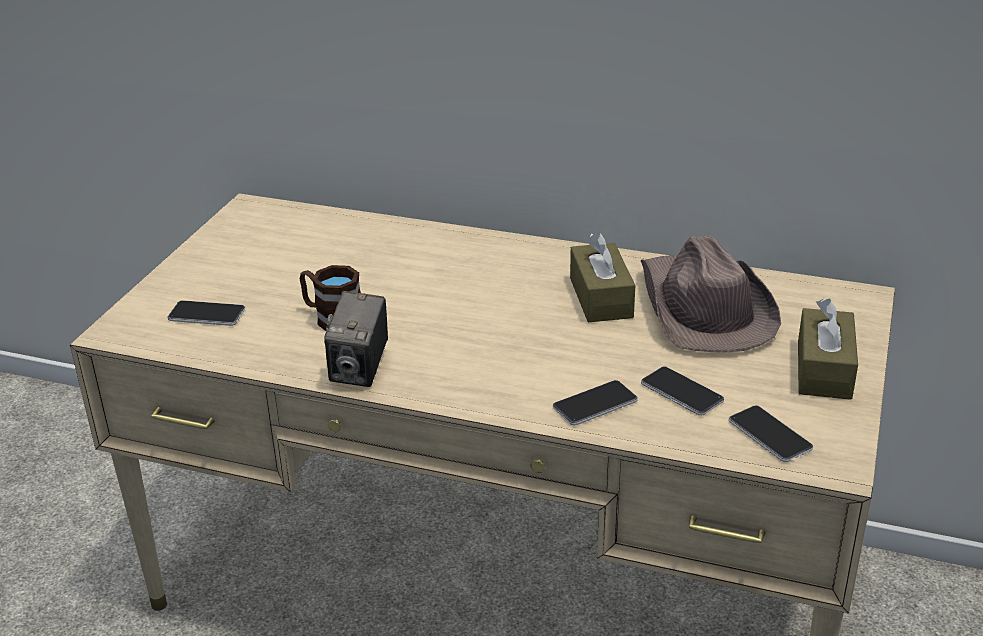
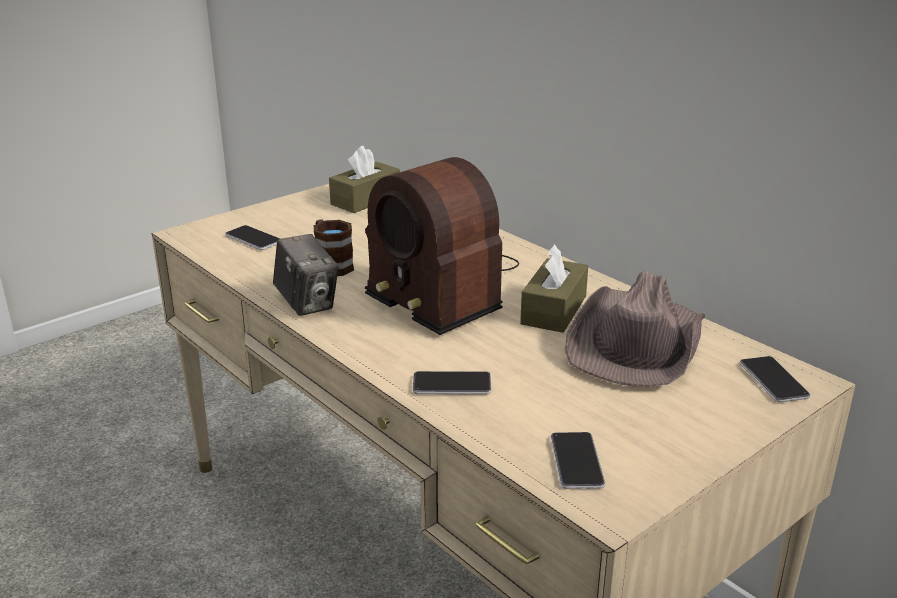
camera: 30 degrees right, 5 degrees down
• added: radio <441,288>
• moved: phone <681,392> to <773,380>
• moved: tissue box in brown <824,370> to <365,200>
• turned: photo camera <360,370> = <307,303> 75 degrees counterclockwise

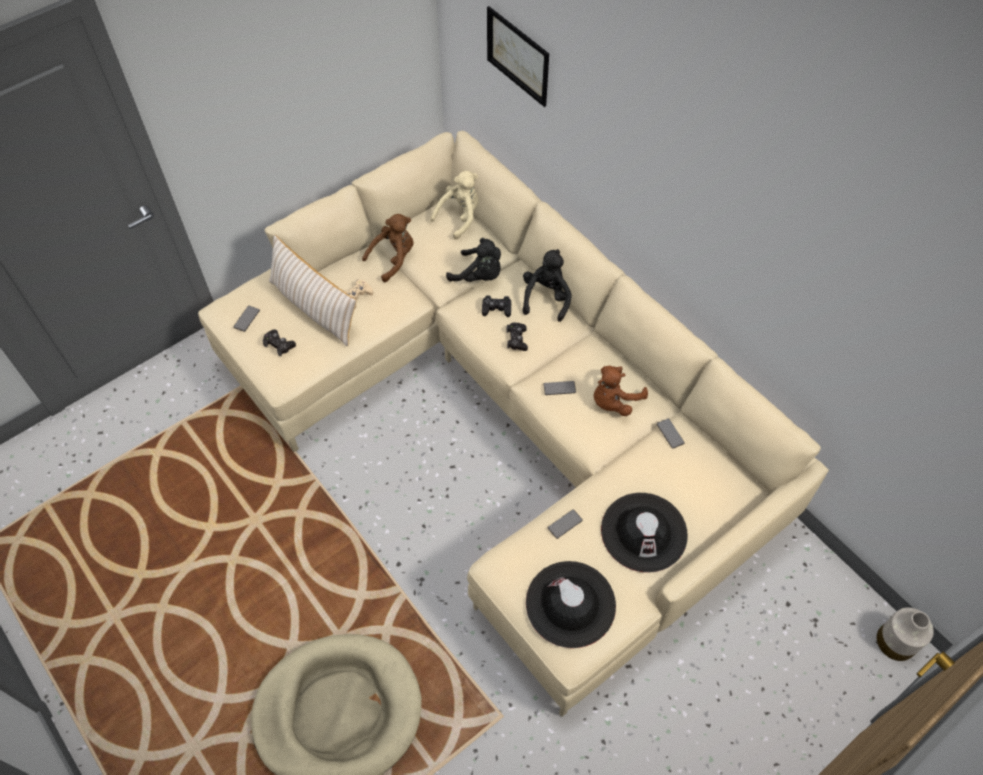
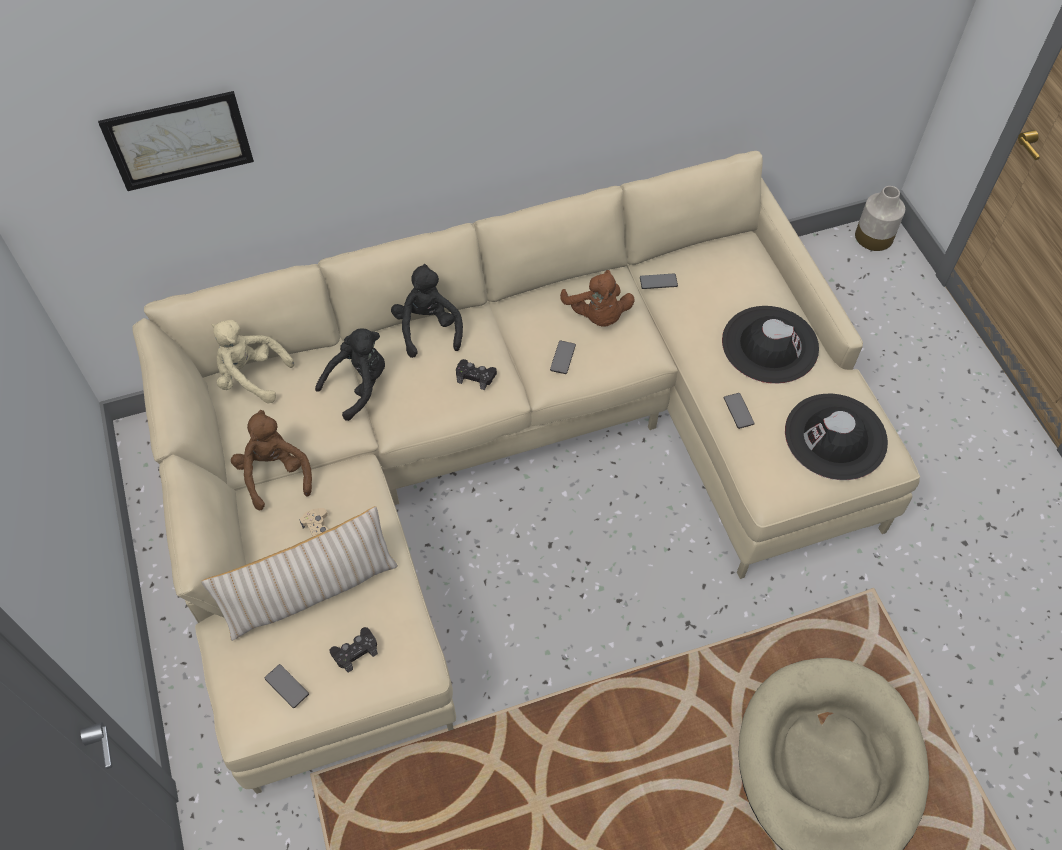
camera: 70 degrees left, 0 degrees up
• removed: game controller in black <496,308>
• turned: plush toy in beige <460,217> = <251,376> 45 degrees counterclockwise
• turned: plush toy in black <546,298> = <428,328> 45 degrees clockwise

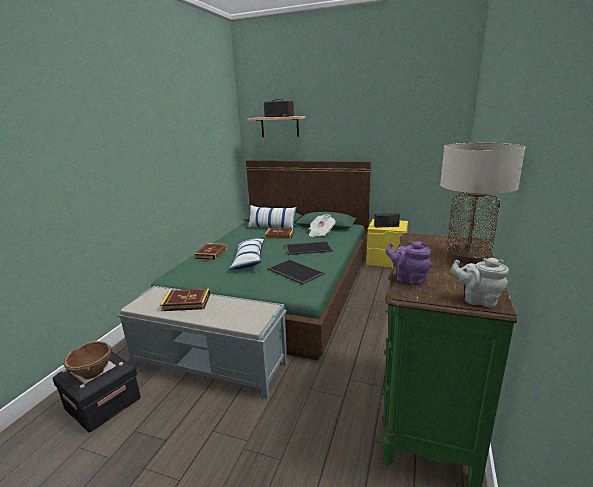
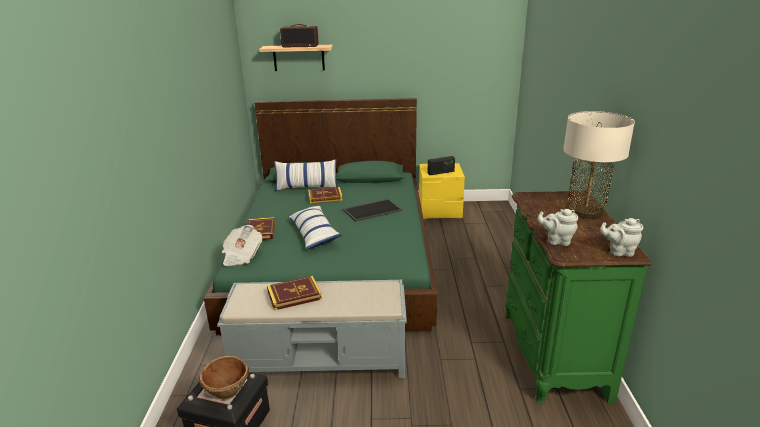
camera: 20 degrees left, 5 degrees up
• removed: tray <294,272>
• moved: newspaper <320,233> to <241,256>
• recoloured: teapot in purple <408,279> to teapot in grey <556,241>

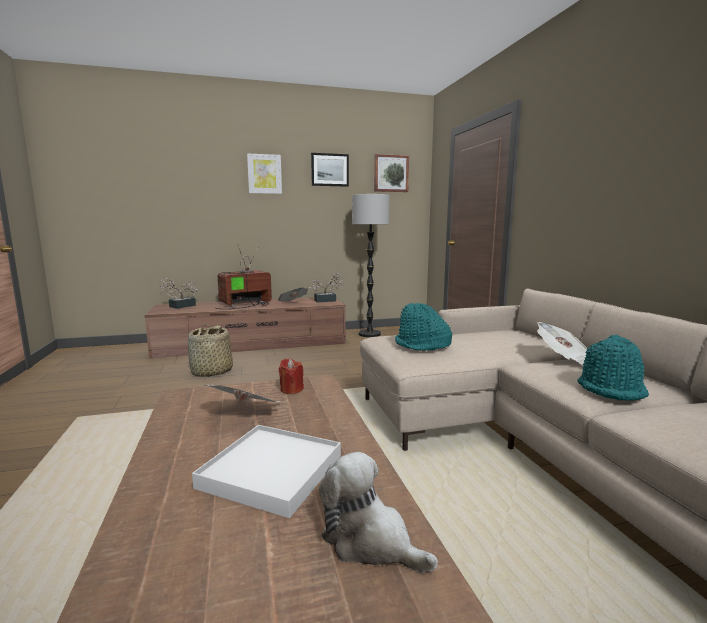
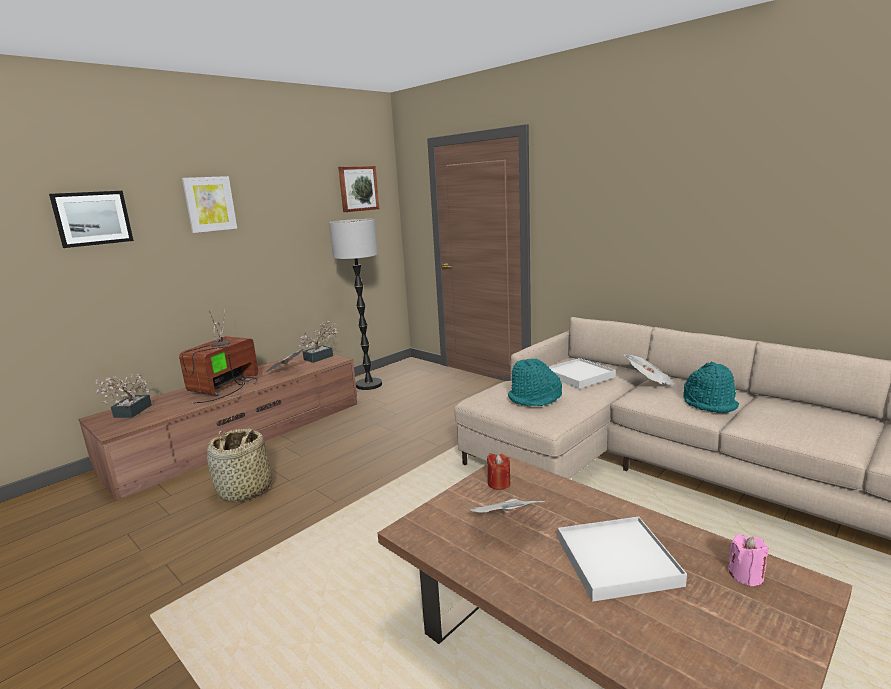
camera: 30 degrees left, 5 degrees up
• added: tray in white <579,376>
• moved: picture <329,170> to <92,218>
• replaced: plush toy <370,541> to candle in pink <746,575>

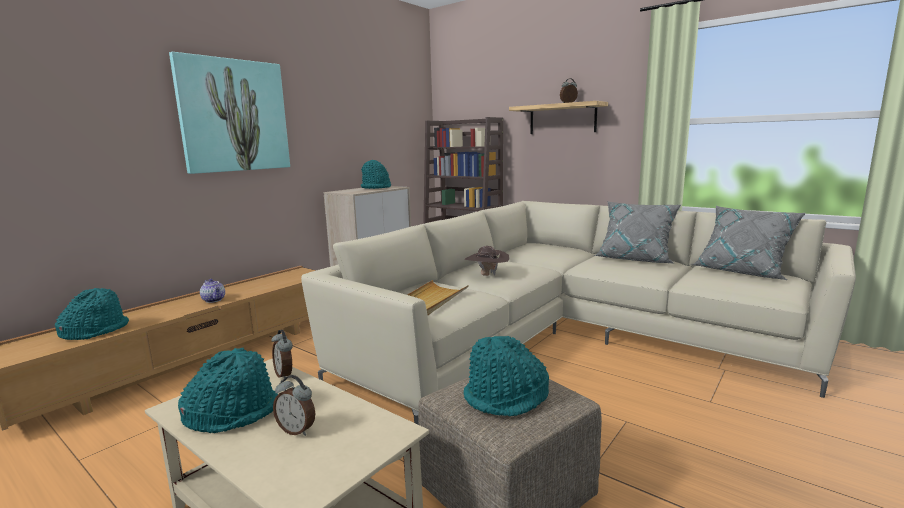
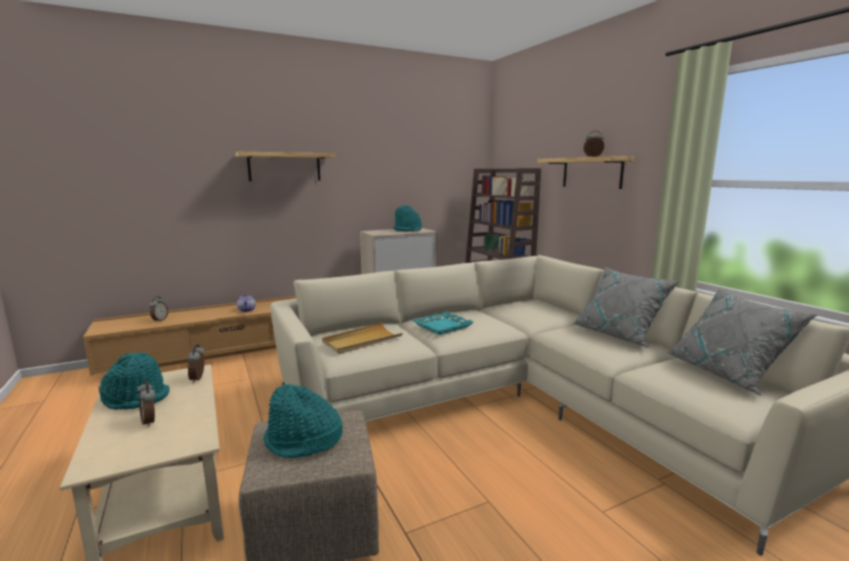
camera: 25 degrees right, 0 degrees up
• replaced: hat in turquoise <95,331> to alarm clock <159,320>
• replaced: picture <234,116> to shelf <284,167>
• replaced: hat in brown <487,275> to tray in turquoise <442,326>

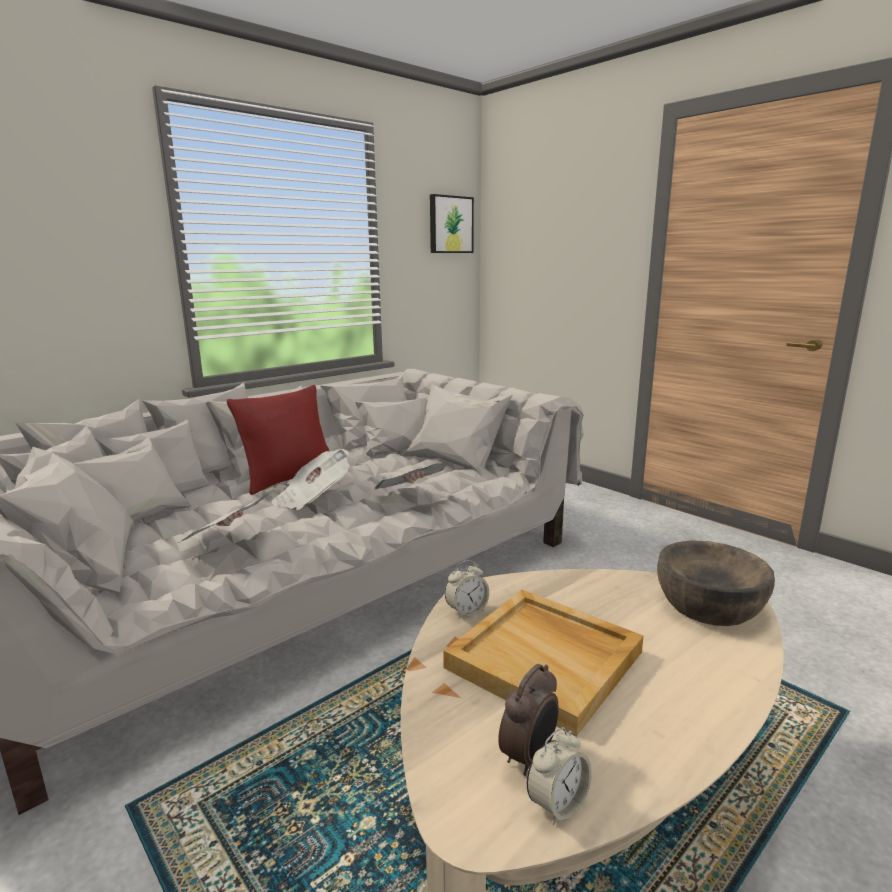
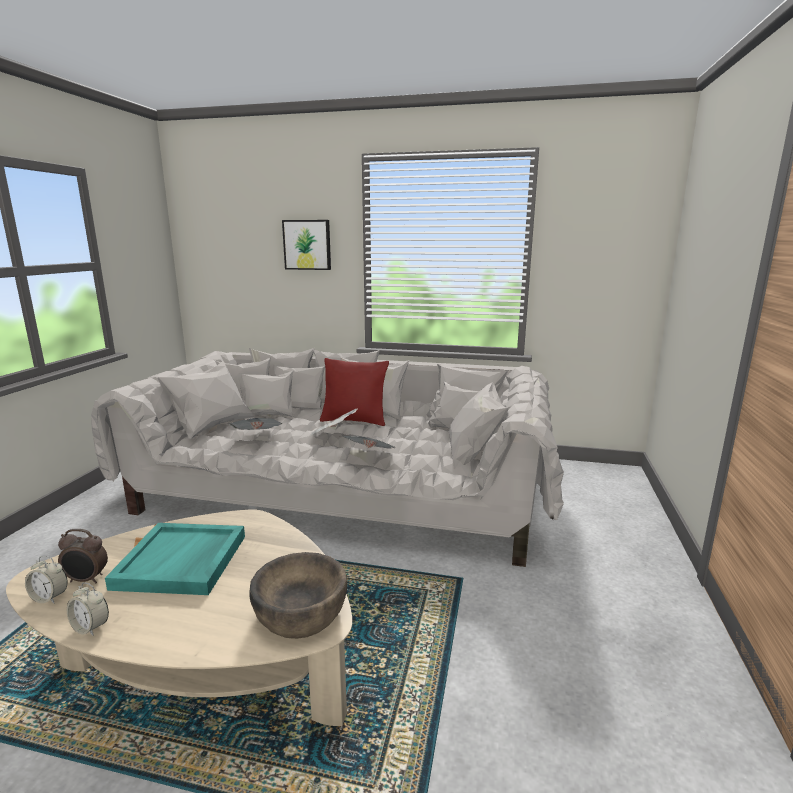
camera: 55 degrees right, 0 degrees up
• moved: picture <450,225> to <307,245>
• moved: alarm clock <466,611> to <91,627>
• recoloured: tray in beige <546,660> to tray in turquoise <182,562>

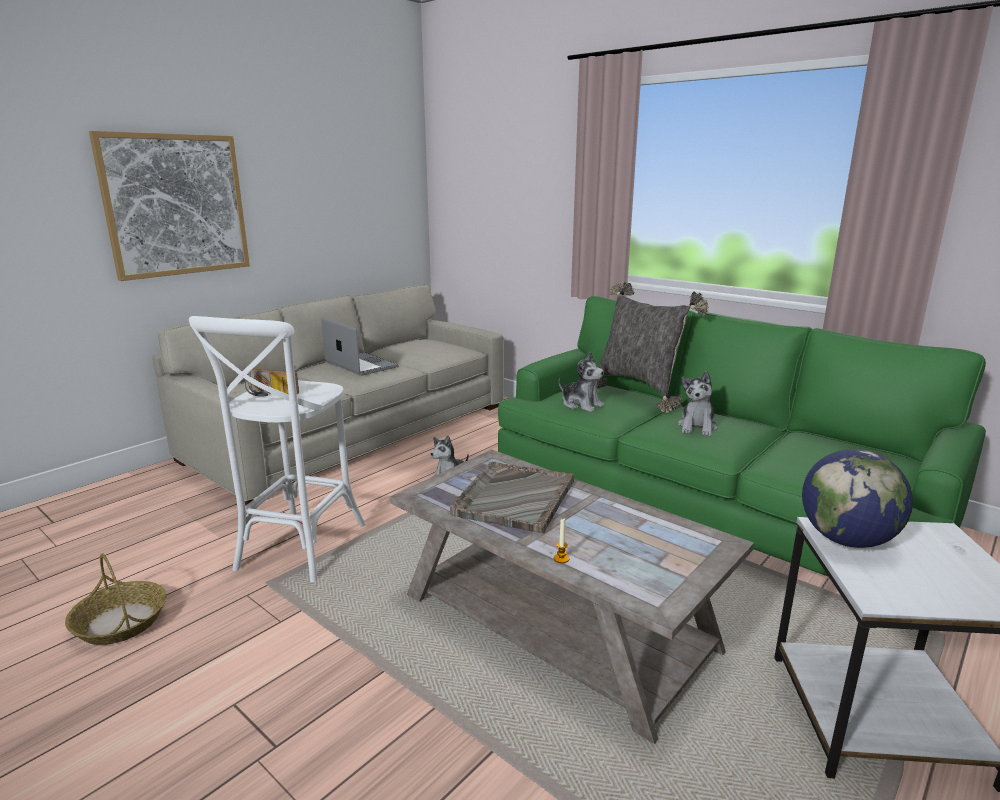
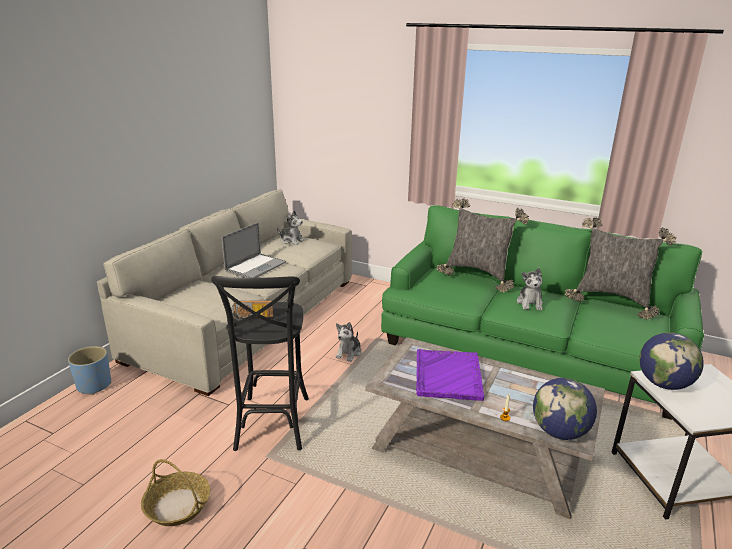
camera: 15 degrees left, 5 degrees up
• removed: picture <176,205>
• added: planter in blue <94,385>
• added: globe <559,432>
• added: pillow <611,305>
• moved: plush toy <581,405> to <291,241>
• recoloured: stool in white <298,549> to stool in black <271,426>
• recoloured: tray in grey <514,498> to tray in purple <448,376>
• turned: laptop <361,364> = <256,267> 90 degrees clockwise

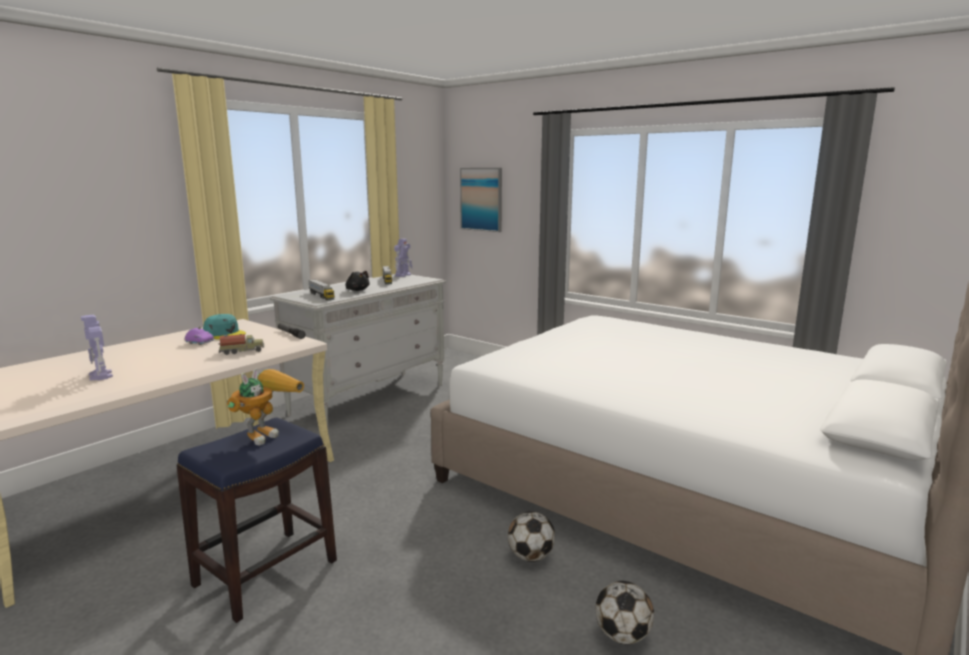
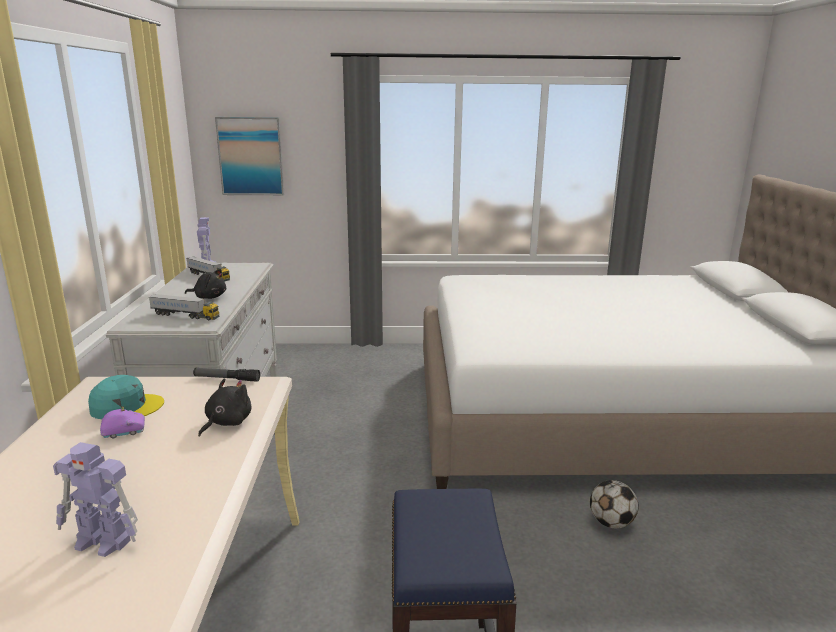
camera: 40 degrees left, 5 degrees up
• removed: toy robot <267,433>
• removed: football <622,635>
• replaced: toy truck <242,351> to plush toy in black <226,423>

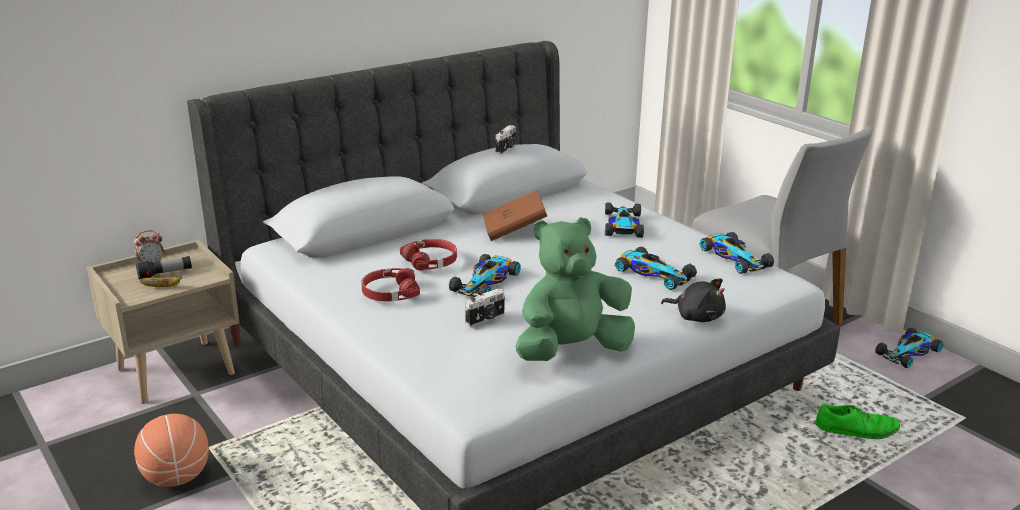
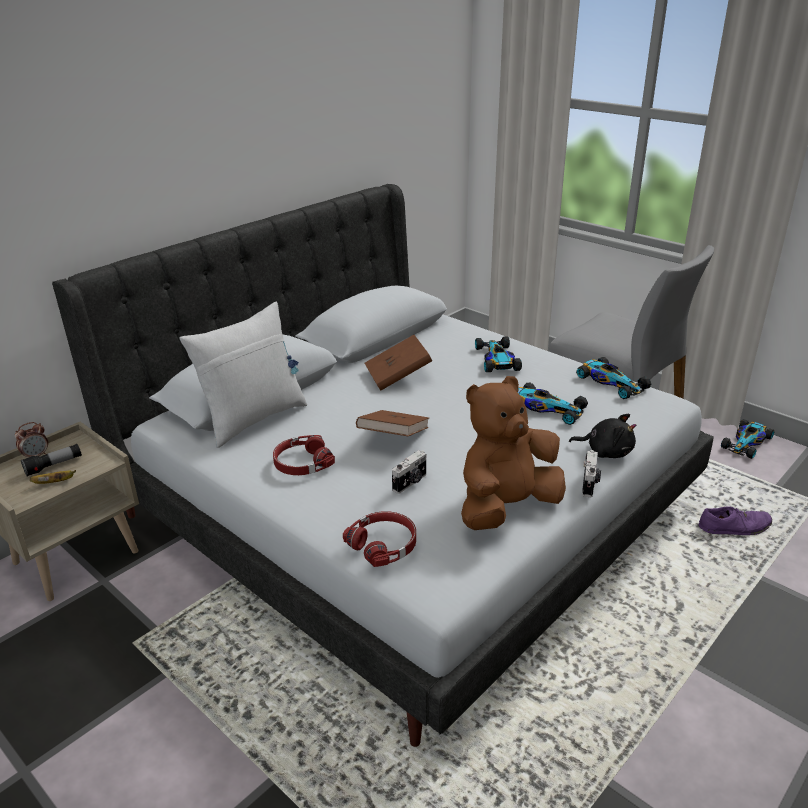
camera: 10 degrees left, 5 degrees up
• removed: basketball <176,477>
• added: pillow in grey <254,420>
• moved: headphones in red <431,261> to <384,545>
• moved: photo camera <506,149> to <590,484>
• replaced: toy car <486,282> to book in brown <393,438>
• recoloured: plush toy in green <571,351> to plush toy in brown <506,507>
• recoloured: shoe in green <856,429> to shoe in purple <734,527>

